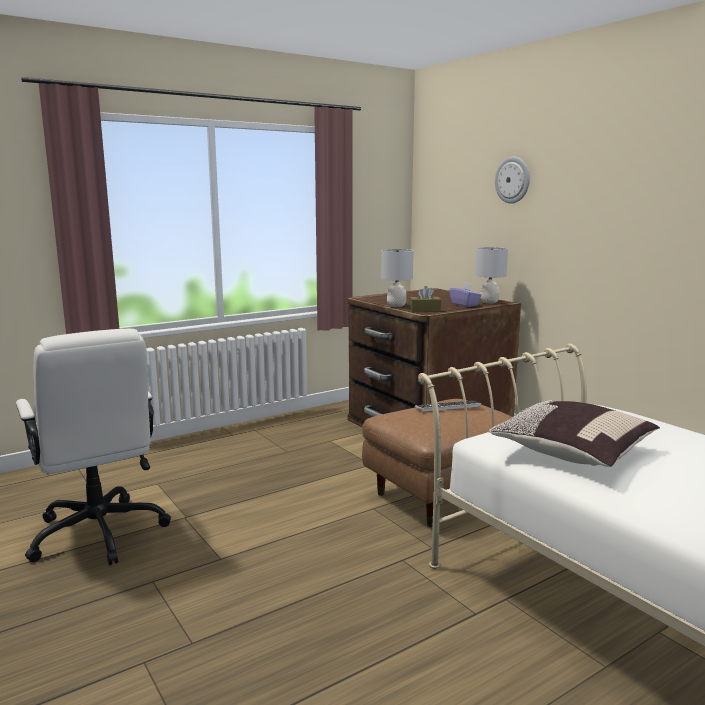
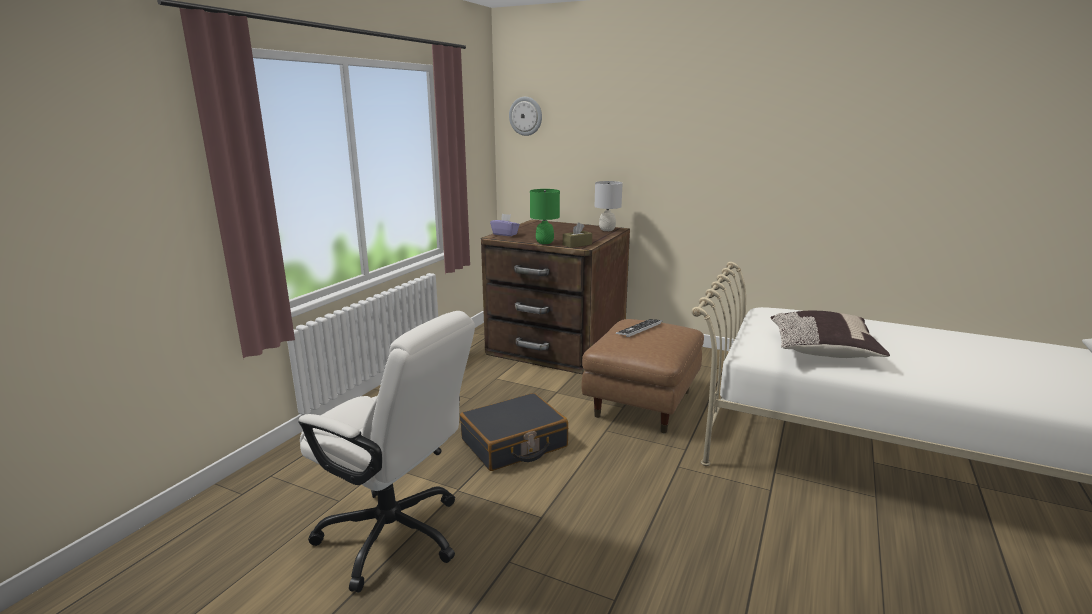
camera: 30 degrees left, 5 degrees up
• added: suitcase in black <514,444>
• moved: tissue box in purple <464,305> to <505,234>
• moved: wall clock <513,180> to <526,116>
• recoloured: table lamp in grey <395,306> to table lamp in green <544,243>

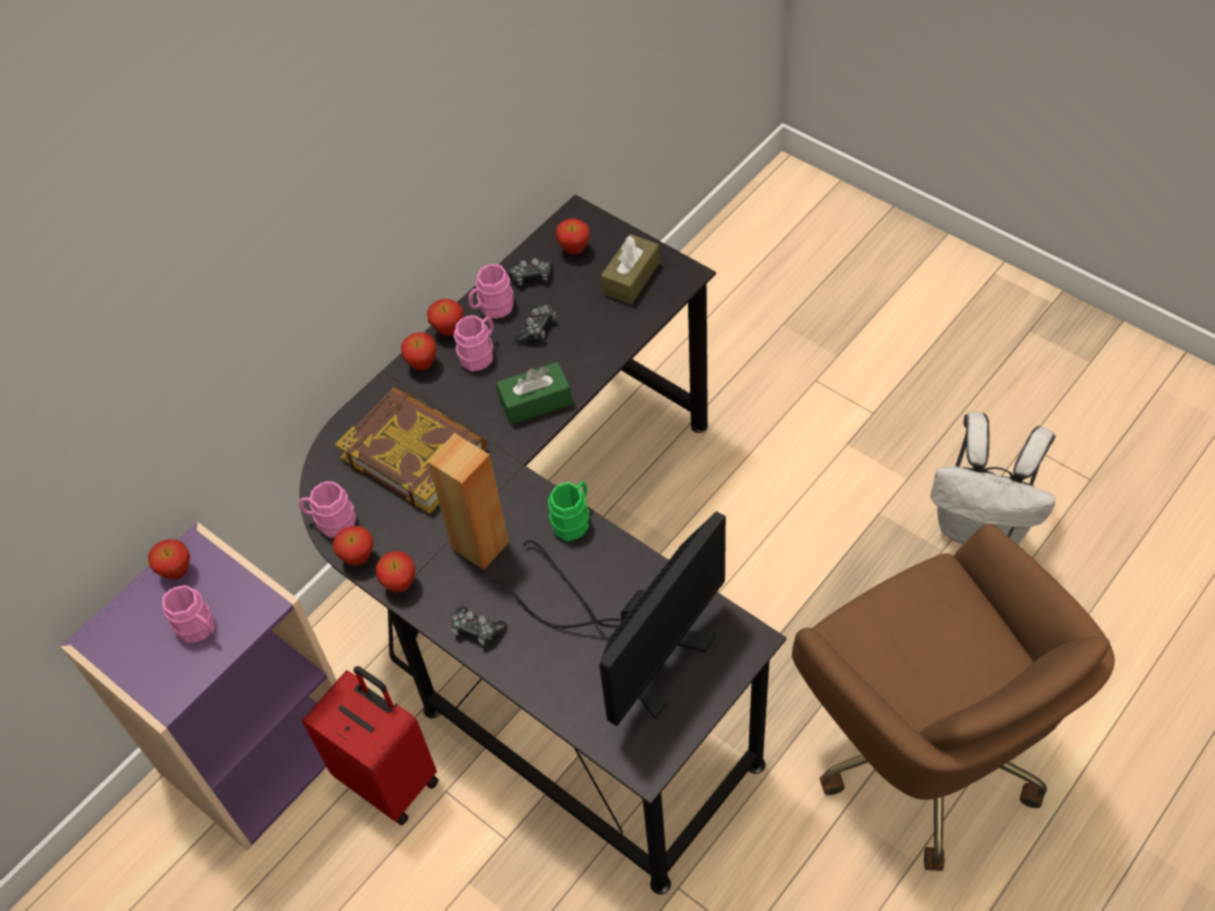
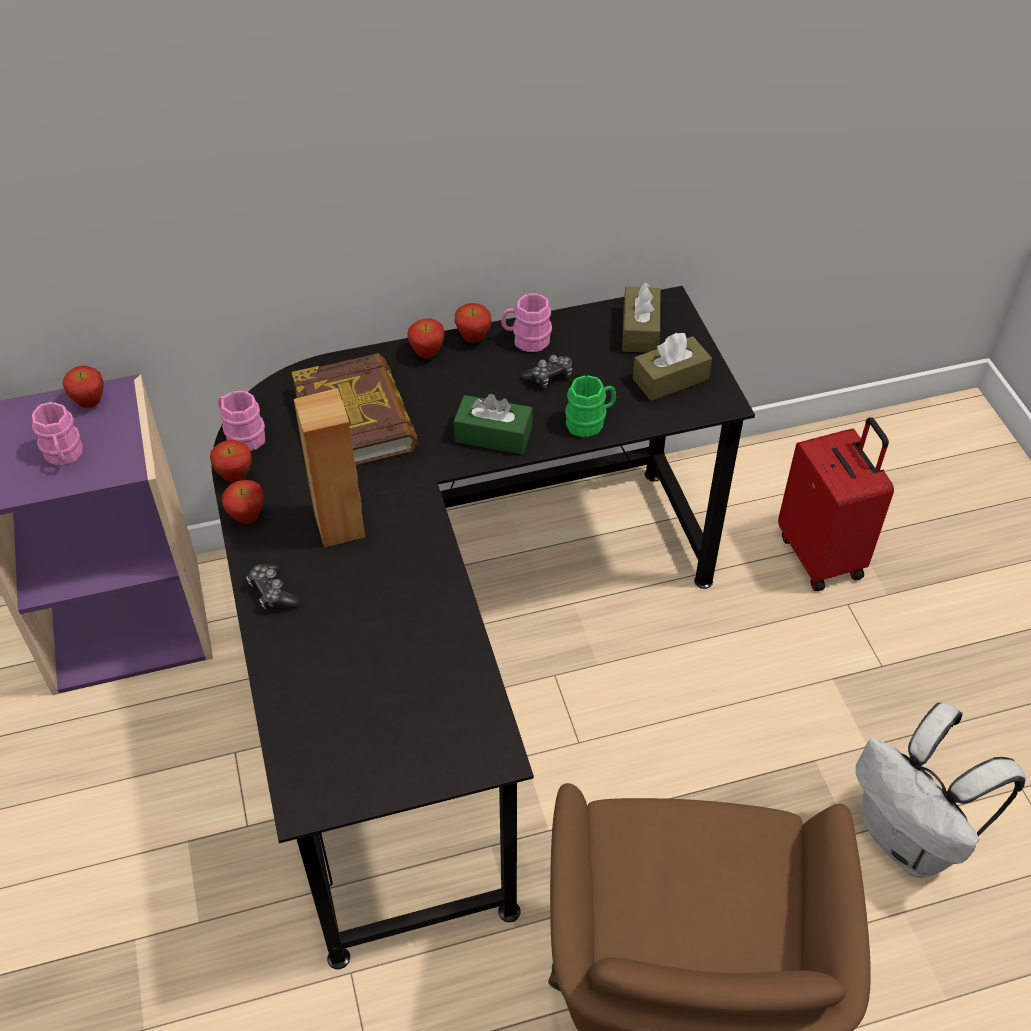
camera: 30 degrees right, 5 degrees down
• removed: mug in pink <480,353>
• removed: monitor <631,644>
• removed: game controller <531,276>
• moved: suitcase in red <390,778> to <822,555>
• moved: mug in green <573,520> to <590,422>
• replaced: apple <574,250> to tissue box in brown <640,330>

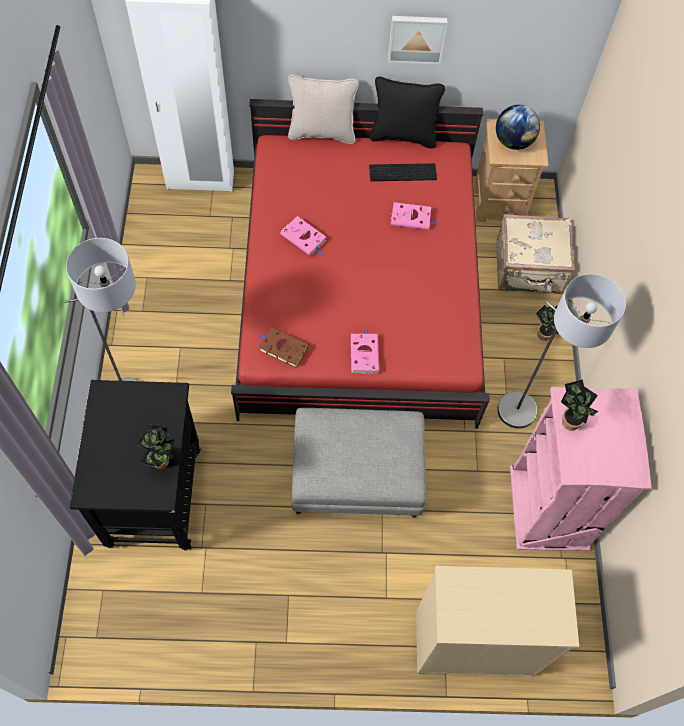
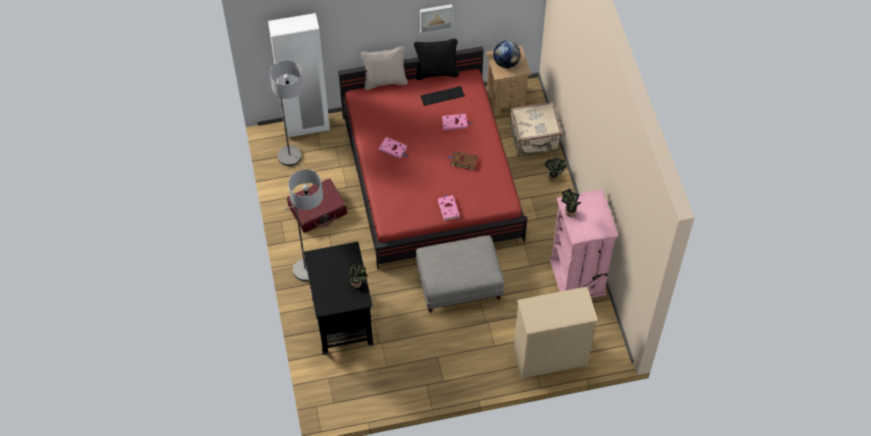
camera: 10 degrees left, 5 degrees down
• added: suitcase in red <317,210>
• moved: book in brown <282,348> to <463,161>
• moved: floor lamp in grey <525,419> to <295,159>

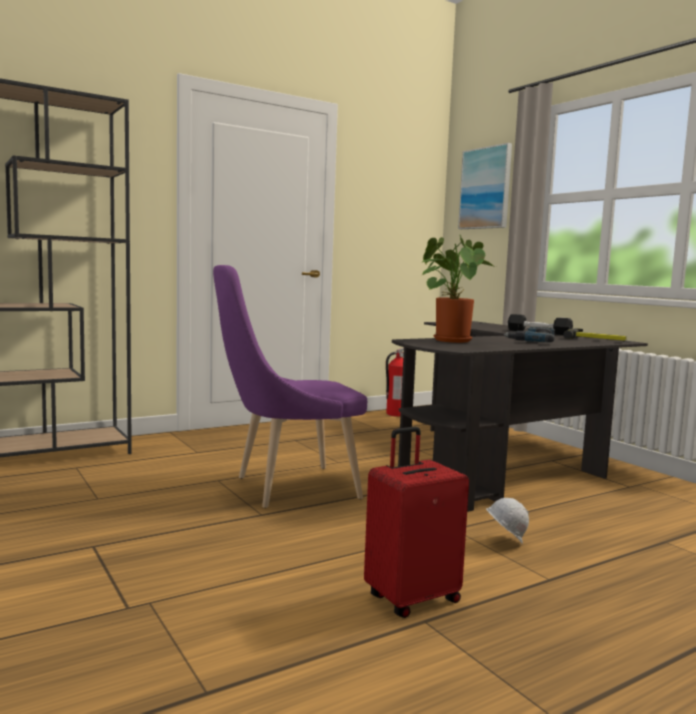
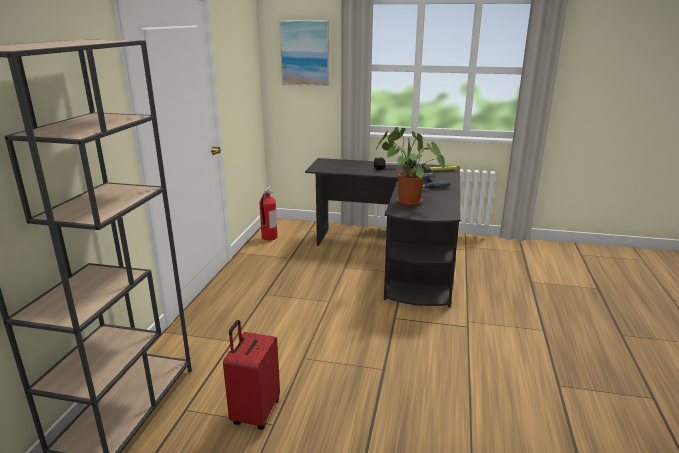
camera: 45 degrees left, 15 degrees up
• removed: chair in purple <288,488>
• removed: hard hat in white <504,543>
• moved: suitcase in red <411,598> to <255,413>

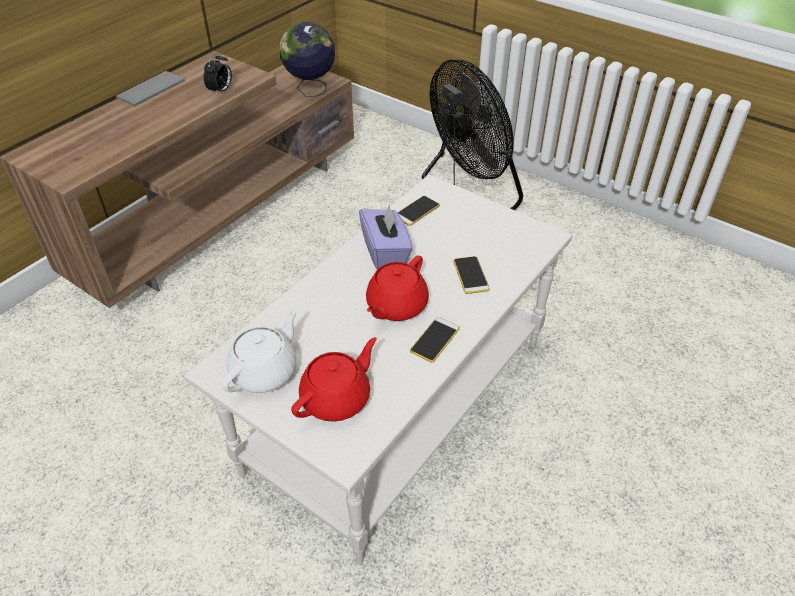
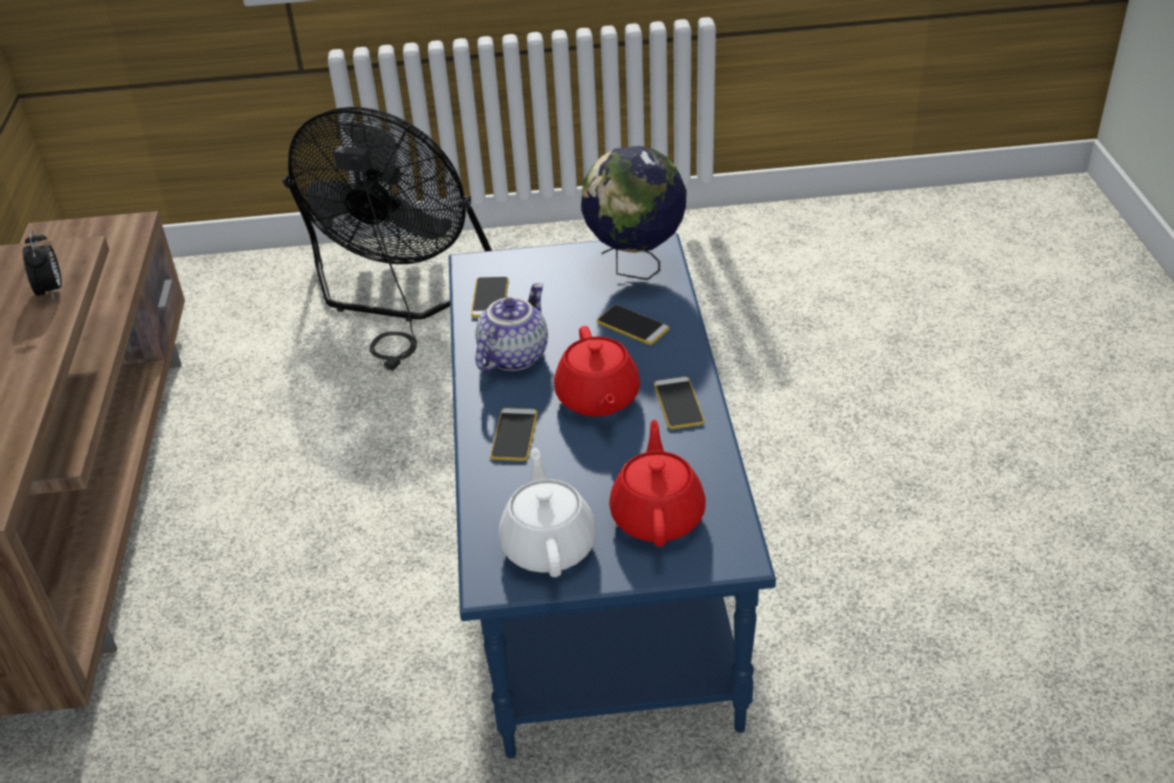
camera: 40 degrees left, 5 degrees down
• added: phone <514,435>
• moved: globe <311,91> to <635,267>
• replaced: tissue box in purple <386,251> to teapot <512,355>
• recoloured: coffee table in white <397,403> to coffee table in blue <594,558>

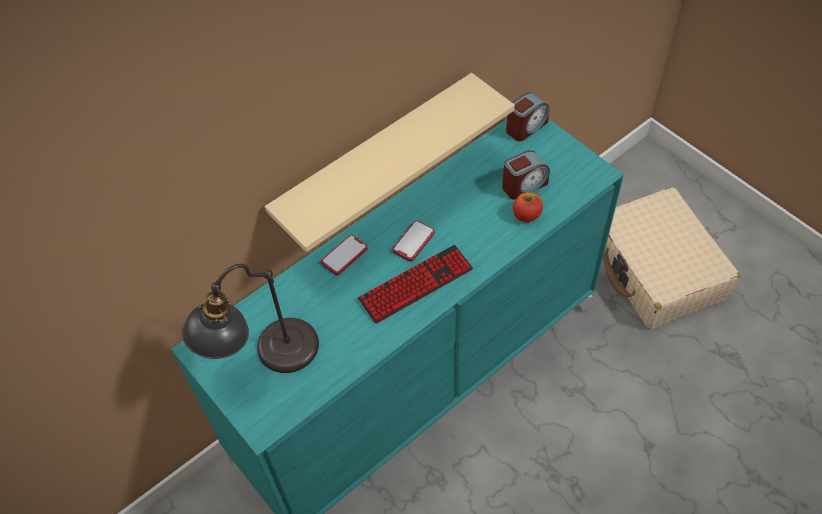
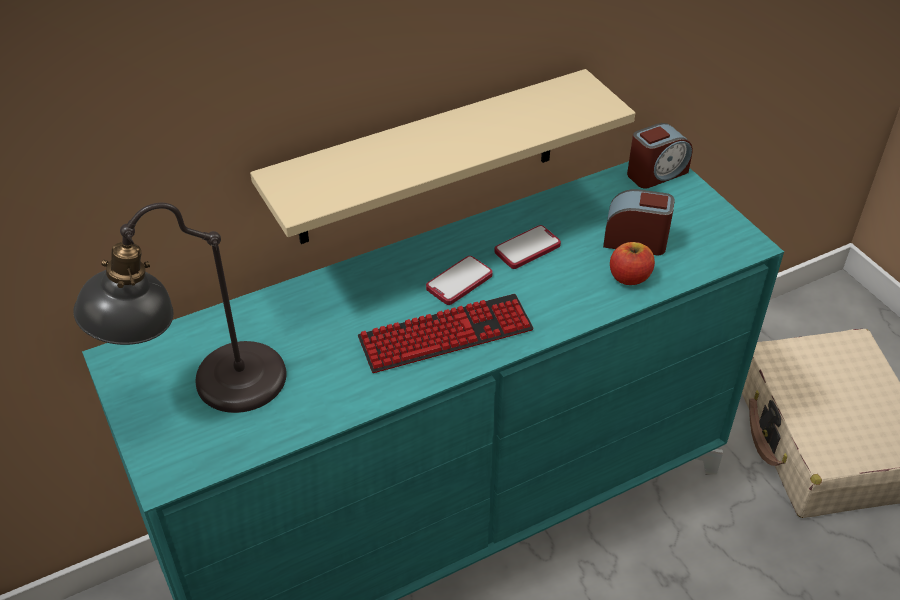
camera: 10 degrees right, 10 degrees down
• moved: phone <344,256> to <527,248>
• turned: alarm clock <524,185> = <635,240> 150 degrees counterclockwise

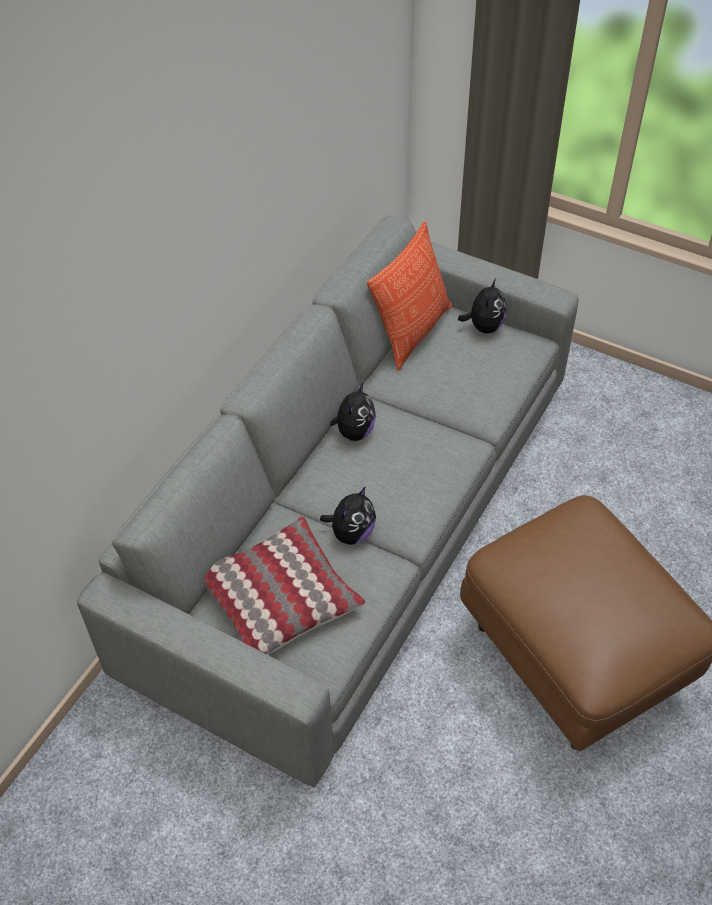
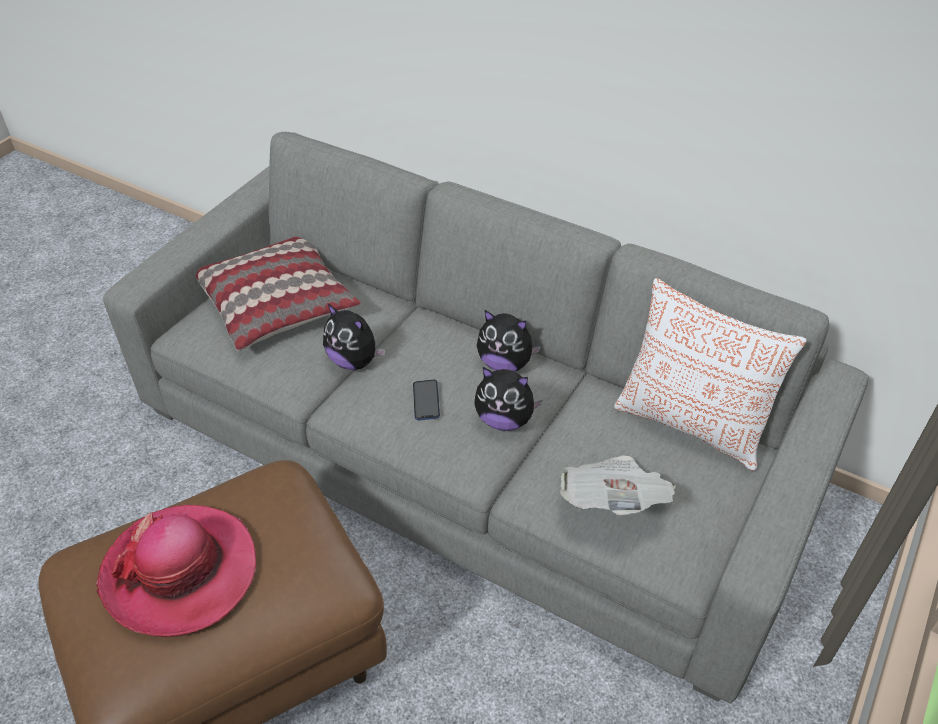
camera: 90 degrees right, 5 degrees down
• added: hat <180,572>
• added: phone <426,401>
• added: newspaper <612,502>
• moved: plush toy <484,327> to <504,420>
• recoloured: pillow in orange <411,332> to pillow in white <691,425>

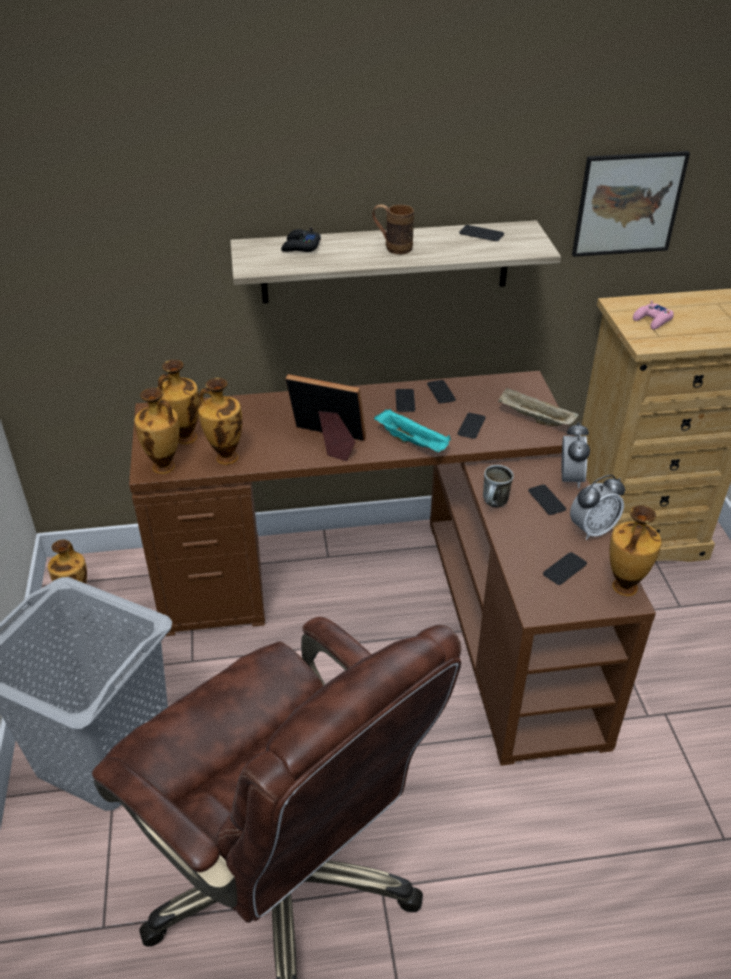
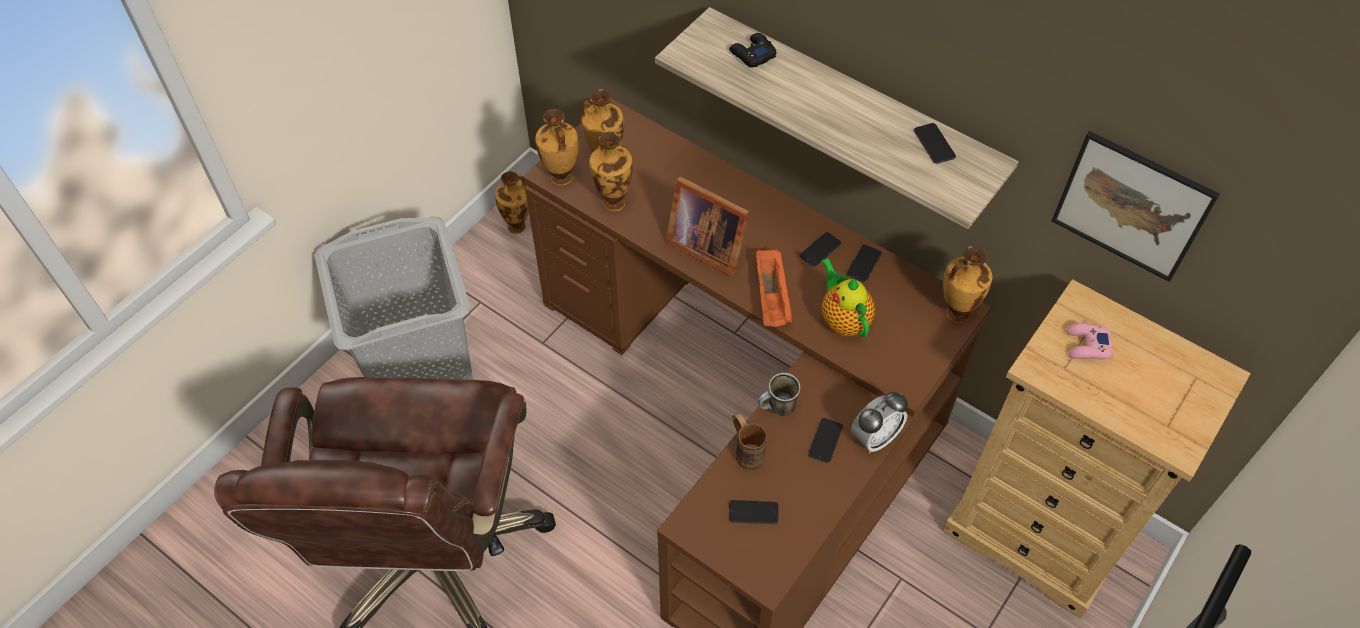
camera: 45 degrees right, 15 degrees up
• removed: tray in beige <534,419>
• removed: alarm clock <592,530>
• moved: mug in brown <392,247> to <745,451>
• moved: vase <623,588> to <956,313>
• replaced: phone <471,426> to teapot <843,320>
• recoloured: tray in turquoise <413,442> to tray in orange <772,298>
• turned: picture frame <328,442> = <706,245> 150 degrees clockwise

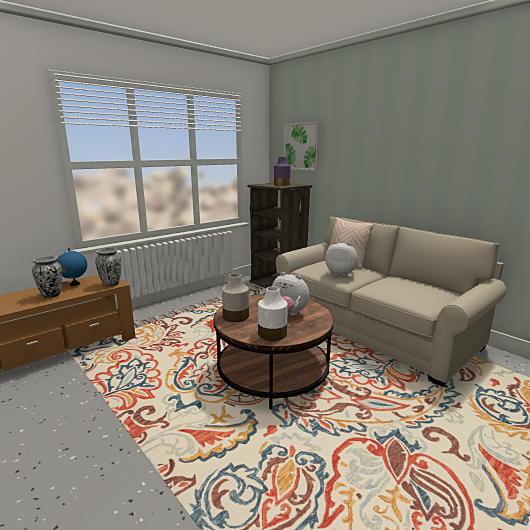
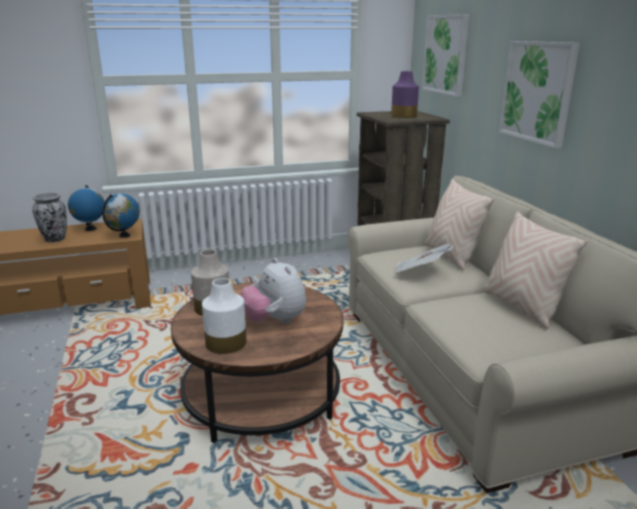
camera: 25 degrees right, 5 degrees up
• added: pillow in beige <521,307>
• added: picture <537,92>
• replaced: vase <111,284> to globe <124,235>
• replaced: plush toy <341,273> to newspaper <420,272>

